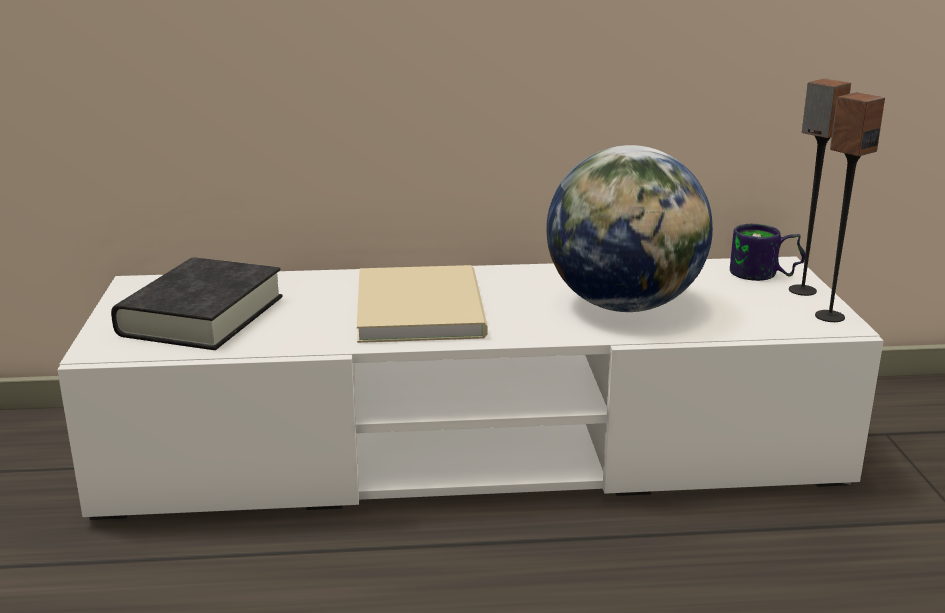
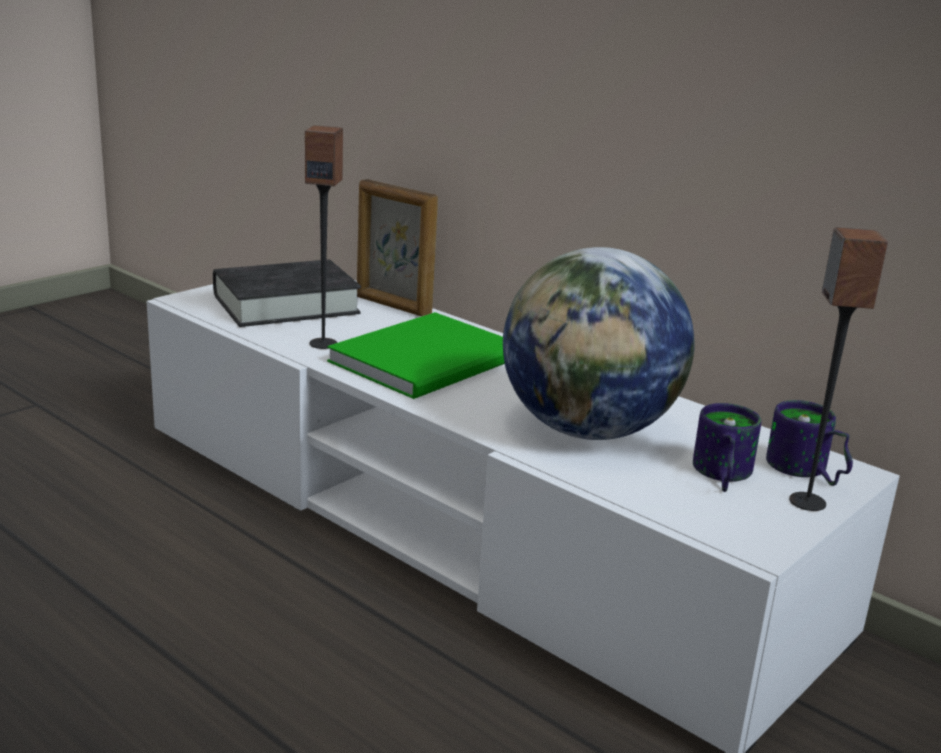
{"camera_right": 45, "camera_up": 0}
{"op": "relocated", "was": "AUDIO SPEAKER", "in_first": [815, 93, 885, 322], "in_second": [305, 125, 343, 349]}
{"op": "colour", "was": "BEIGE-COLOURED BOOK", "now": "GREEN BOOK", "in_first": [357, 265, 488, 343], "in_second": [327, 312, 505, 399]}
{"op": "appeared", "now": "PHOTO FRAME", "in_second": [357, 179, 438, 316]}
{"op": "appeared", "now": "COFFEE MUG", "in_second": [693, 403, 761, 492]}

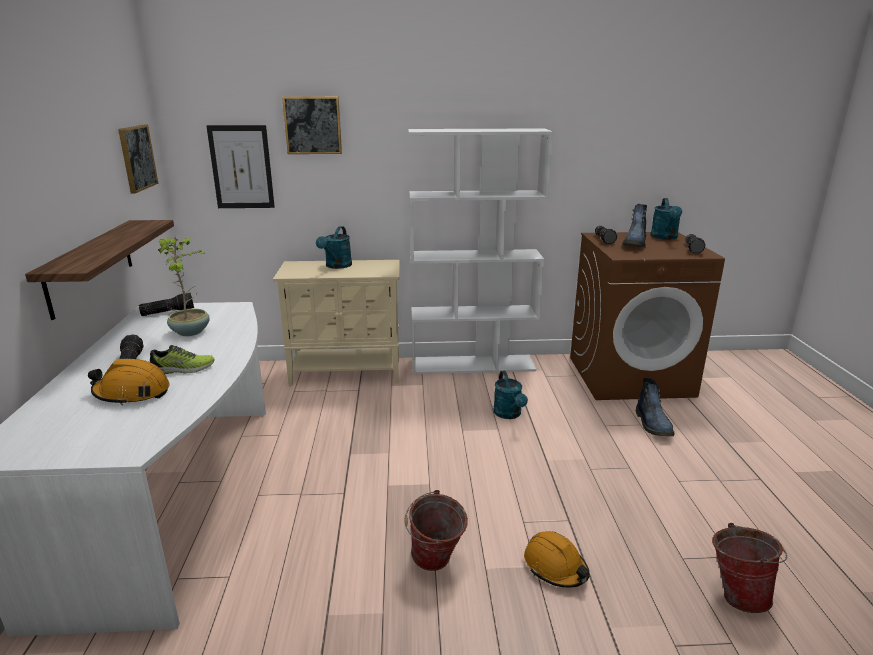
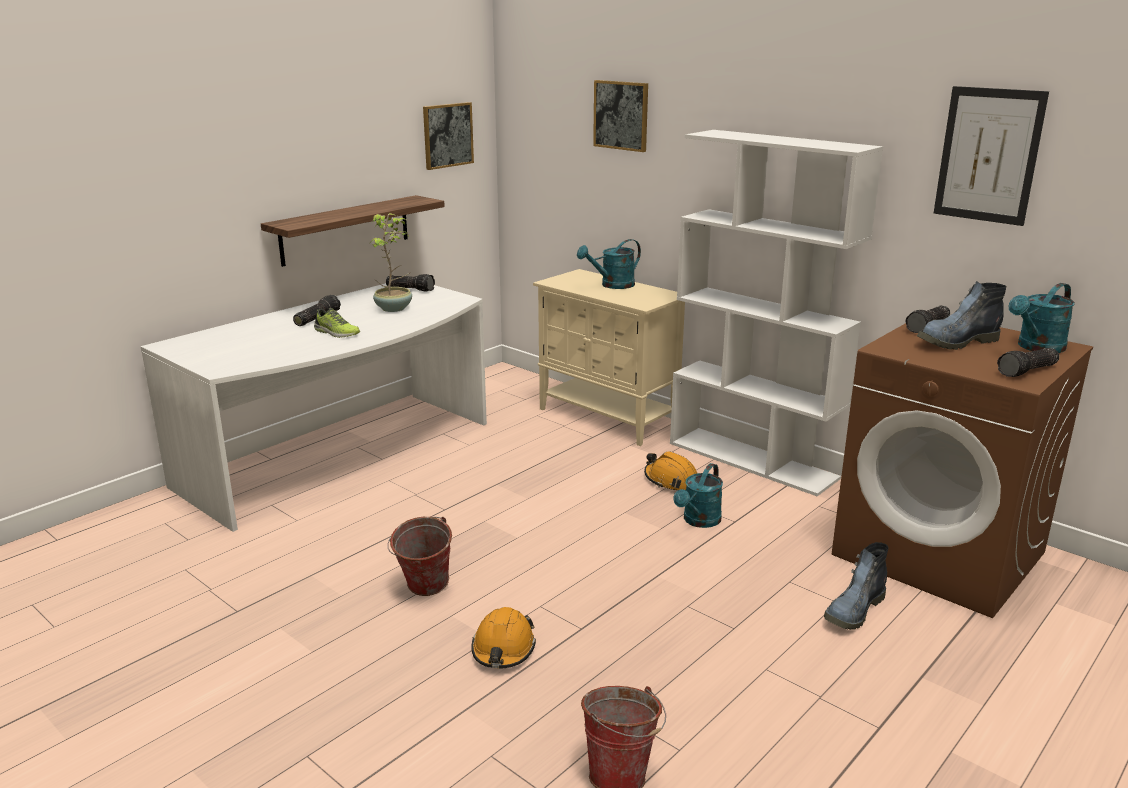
{"camera_right": 45, "camera_up": 0}
{"op": "relocated", "was": "PICTURE", "in_first": [207, 125, 275, 208], "in_second": [934, 86, 1049, 226]}
{"op": "relocated", "was": "ORANGE SAFETY HELMET", "in_first": [88, 359, 170, 405], "in_second": [644, 451, 698, 490]}

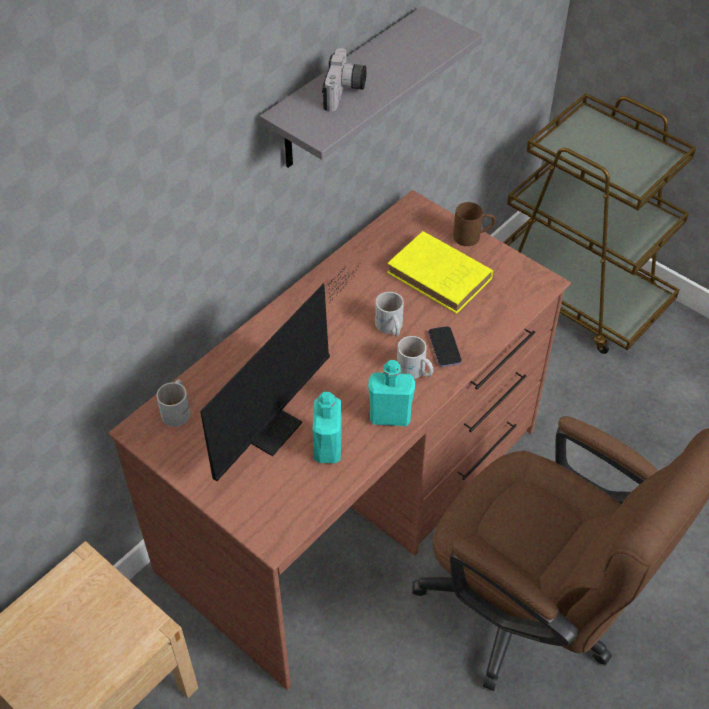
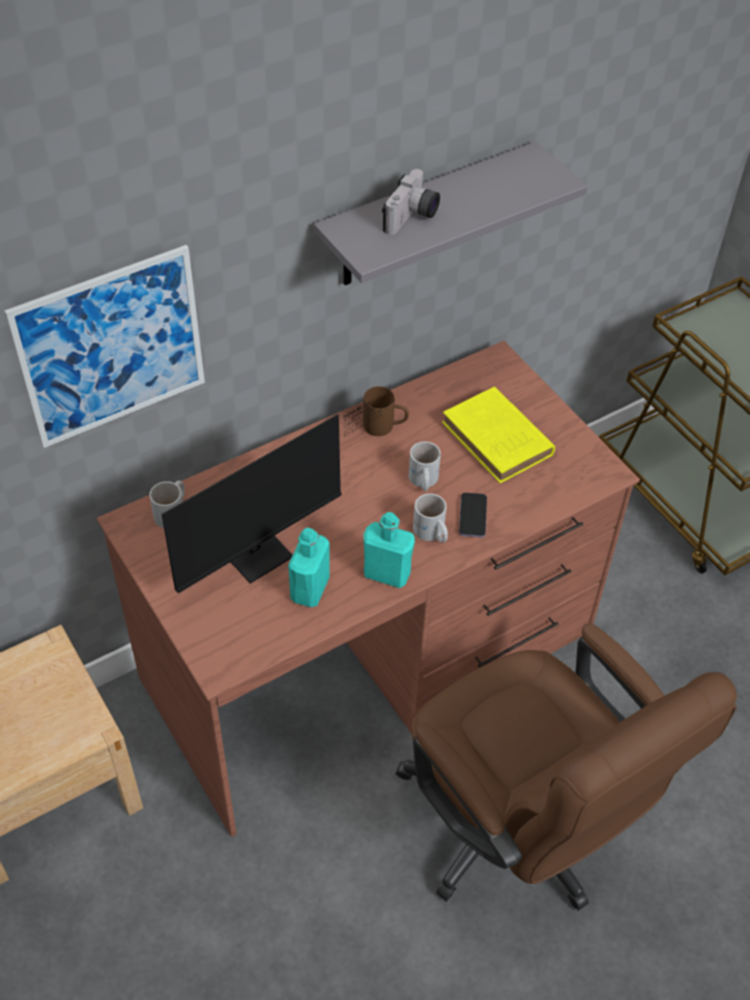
{"camera_right": 15, "camera_up": 0}
{"op": "relocated", "was": "BROWN-COLOURED COFFEE MUG", "in_first": [453, 202, 496, 246], "in_second": [363, 386, 409, 436]}
{"op": "appeared", "now": "PICTURE", "in_second": [4, 245, 205, 448]}

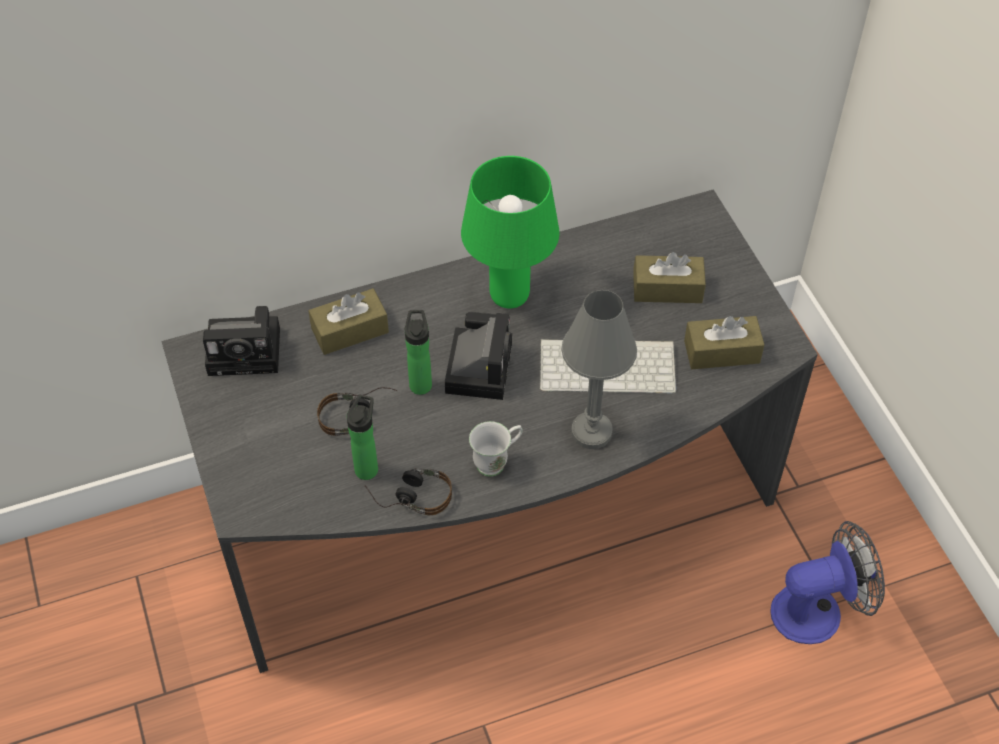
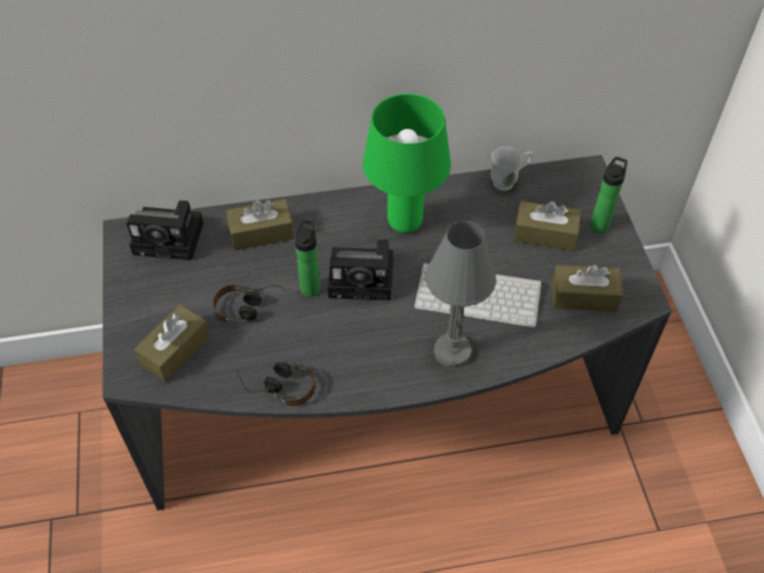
{"camera_right": 10, "camera_up": 0}
{"op": "spun", "was": "PHOTO CAMERA", "in_first": [445, 312, 512, 400], "in_second": [328, 239, 393, 301], "clockwise": 75}
{"op": "relocated", "was": "BOTTLE", "in_first": [347, 394, 378, 480], "in_second": [590, 156, 628, 233]}
{"op": "relocated", "was": "WHITISH COFFEE MUG", "in_first": [469, 421, 523, 477], "in_second": [491, 146, 533, 192]}
{"op": "missing", "was": "ELECTRIC FAN", "in_first": [770, 521, 885, 644]}
{"op": "appeared", "now": "BROWN-COLOURED TISSUE BOX", "in_second": [134, 304, 210, 382]}

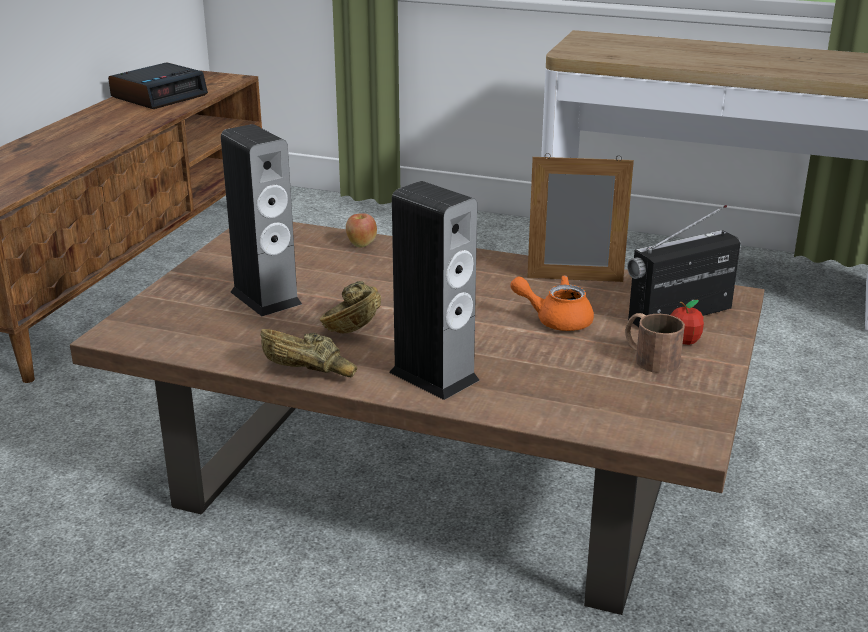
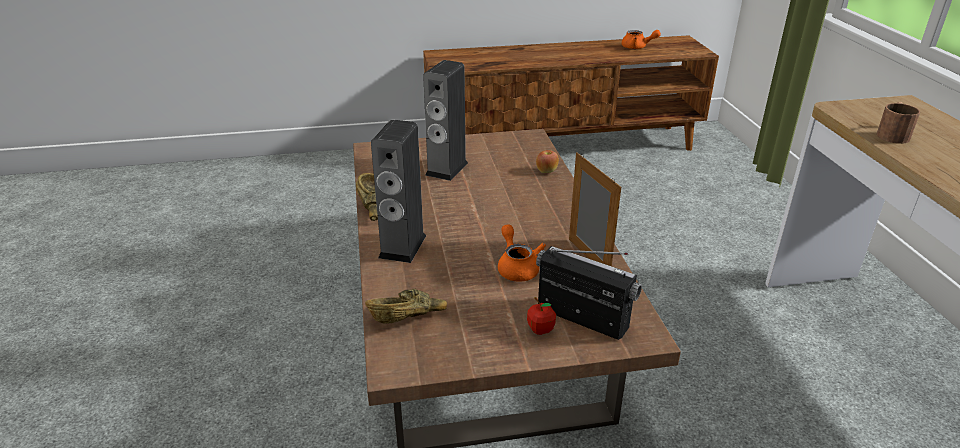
{"camera_right": 60, "camera_up": 5}
{"op": "exchanged", "was": "ALARM CLOCK", "now": "ORANGE TEA POT", "in_first": [108, 62, 208, 109], "in_second": [622, 30, 661, 49]}
{"op": "relocated", "was": "BROWN-COLOURED SERVING BOWL", "in_first": [319, 281, 381, 333], "in_second": [365, 289, 447, 324]}
{"op": "relocated", "was": "BROWN-COLOURED COFFEE MUG", "in_first": [625, 313, 685, 373], "in_second": [877, 102, 920, 144]}

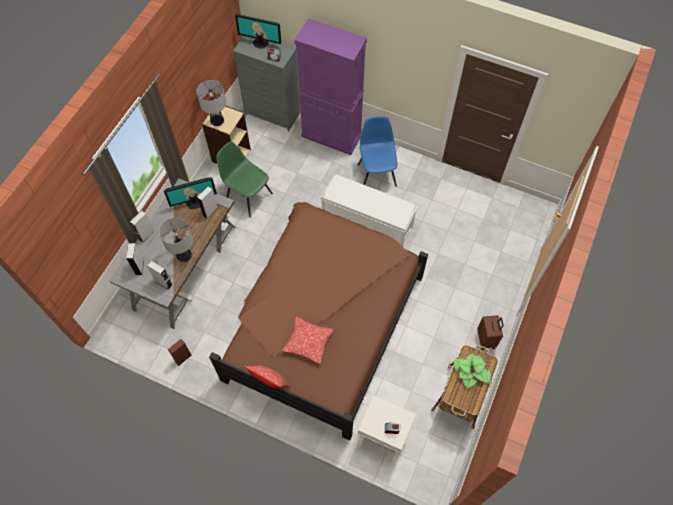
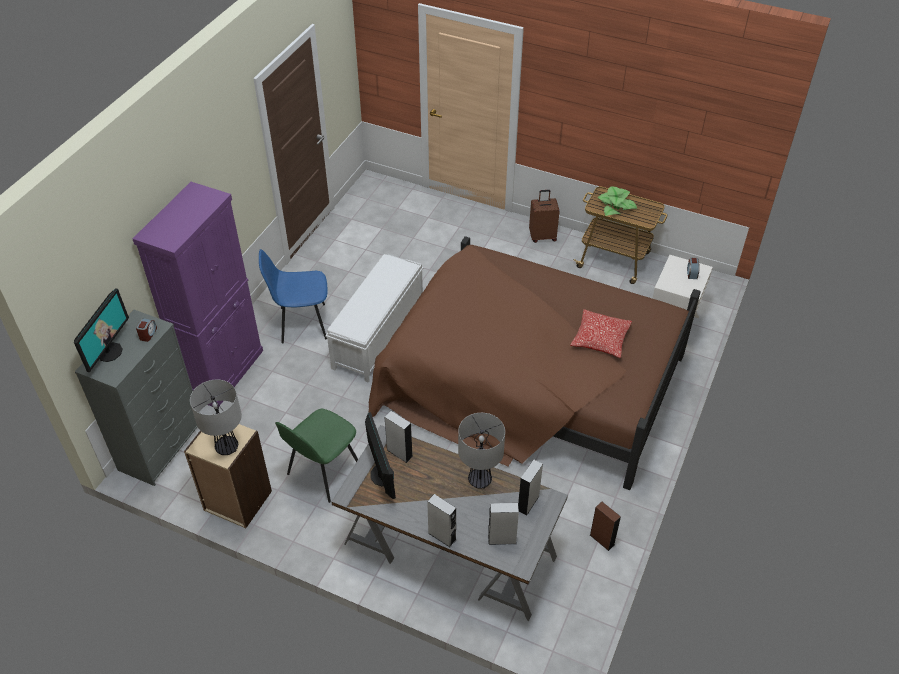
{"camera_right": -90, "camera_up": -15}
{"op": "missing", "was": "PILLOW", "in_first": [244, 366, 291, 388]}

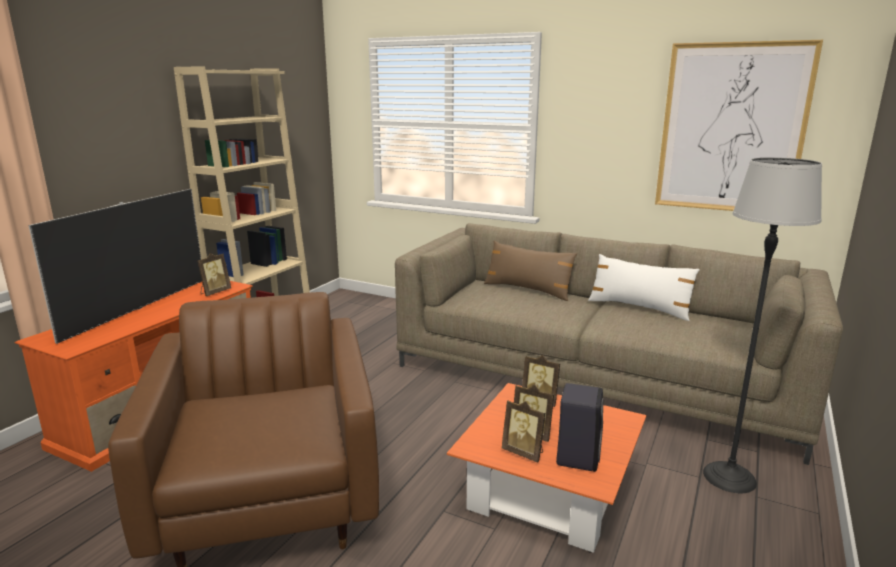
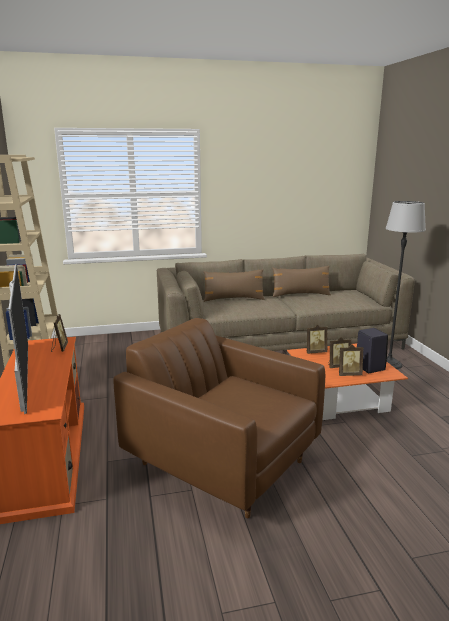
{"camera_right": -40, "camera_up": 0}
{"op": "missing", "was": "PICTURE", "in_first": [655, 40, 823, 211]}
{"op": "colour", "was": "WHITISH PILLOW", "now": "BROWN-COLOURED PILLOW", "in_first": [588, 254, 700, 321], "in_second": [272, 266, 331, 297]}

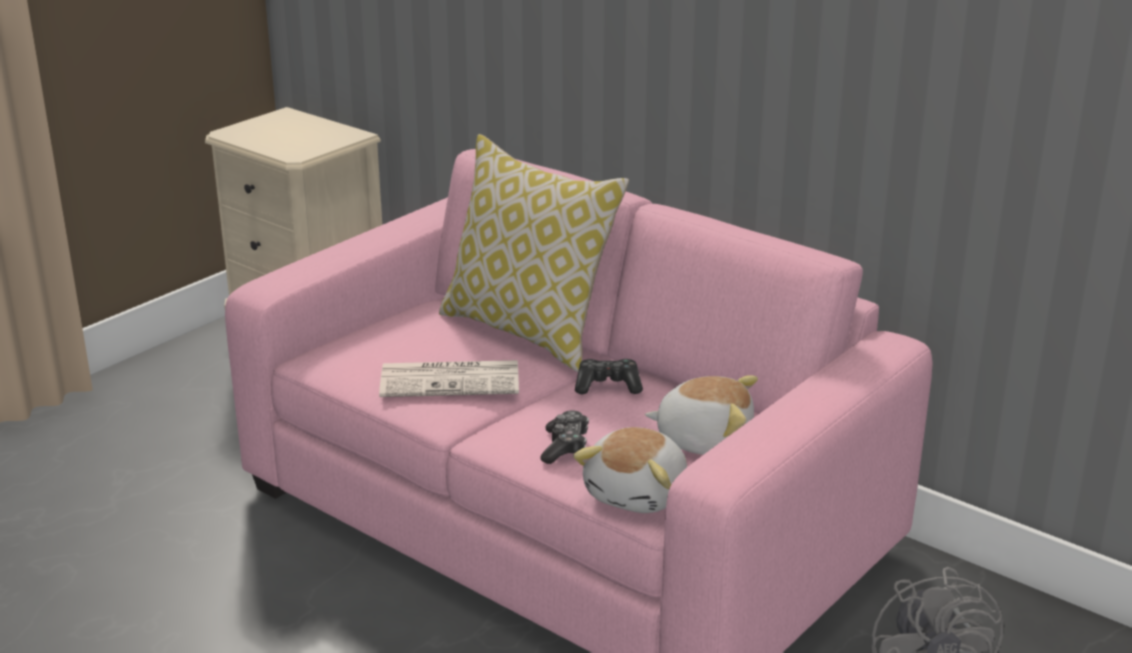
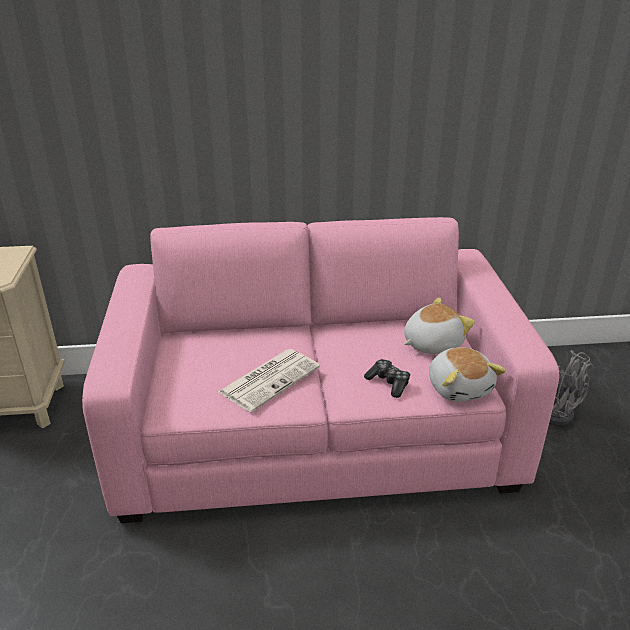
{"camera_right": -45, "camera_up": 5}
{"op": "missing", "was": "PILLOW", "in_first": [439, 134, 629, 372]}
{"op": "missing", "was": "JOYPAD", "in_first": [575, 359, 643, 394]}

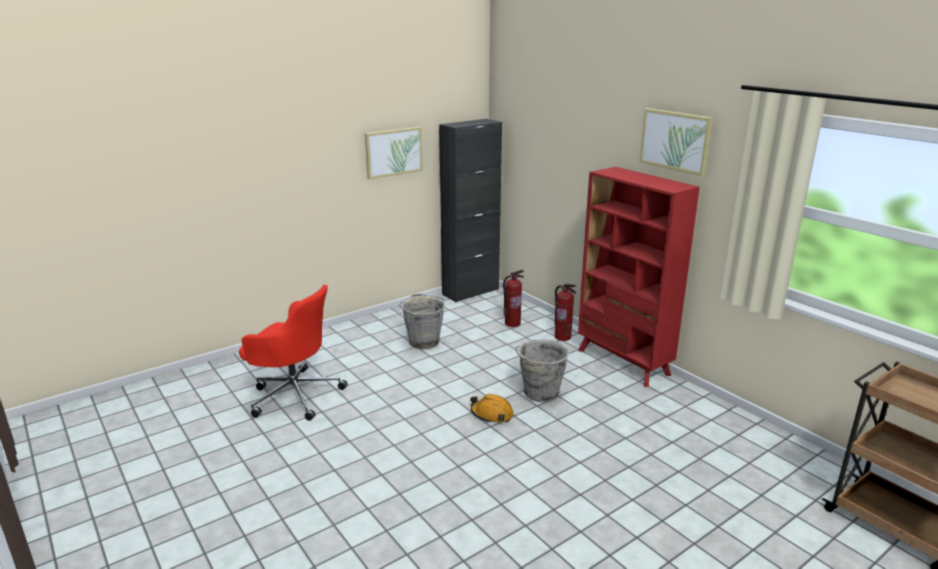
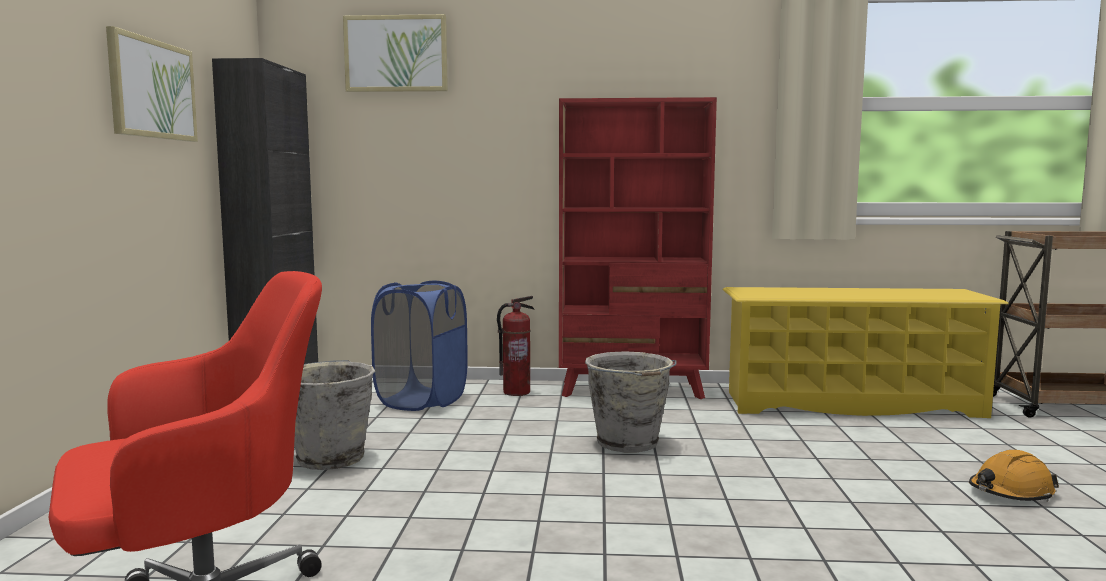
{"camera_right": -50, "camera_up": -15}
{"op": "relocated", "was": "PICTURE", "in_first": [639, 108, 713, 176], "in_second": [343, 14, 448, 92]}
{"op": "exchanged", "was": "FIRE-FIGHTING CYLINDER", "now": "BLUE LAUNDRY BASKET", "in_first": [503, 270, 524, 327], "in_second": [371, 281, 468, 411]}
{"op": "relocated", "was": "ORANGE SAFETY HELMET", "in_first": [470, 394, 513, 423], "in_second": [969, 450, 1059, 502]}
{"op": "appeared", "now": "YELLOW-COLOURED SHOE SHELF", "in_second": [723, 287, 1009, 418]}

